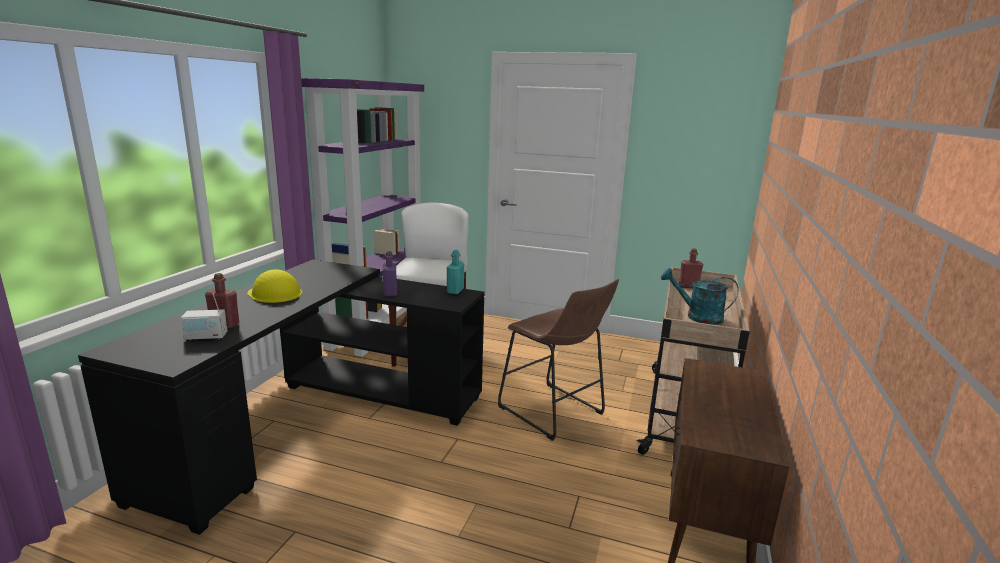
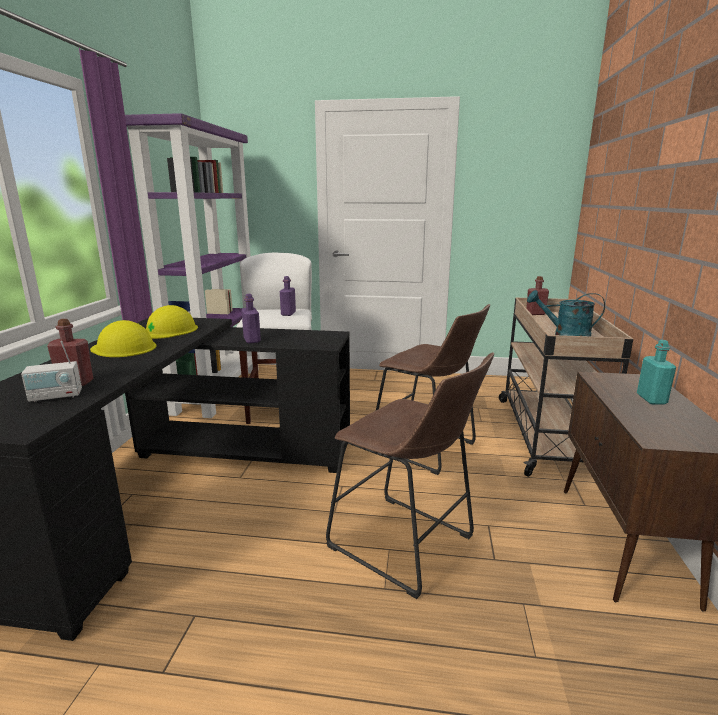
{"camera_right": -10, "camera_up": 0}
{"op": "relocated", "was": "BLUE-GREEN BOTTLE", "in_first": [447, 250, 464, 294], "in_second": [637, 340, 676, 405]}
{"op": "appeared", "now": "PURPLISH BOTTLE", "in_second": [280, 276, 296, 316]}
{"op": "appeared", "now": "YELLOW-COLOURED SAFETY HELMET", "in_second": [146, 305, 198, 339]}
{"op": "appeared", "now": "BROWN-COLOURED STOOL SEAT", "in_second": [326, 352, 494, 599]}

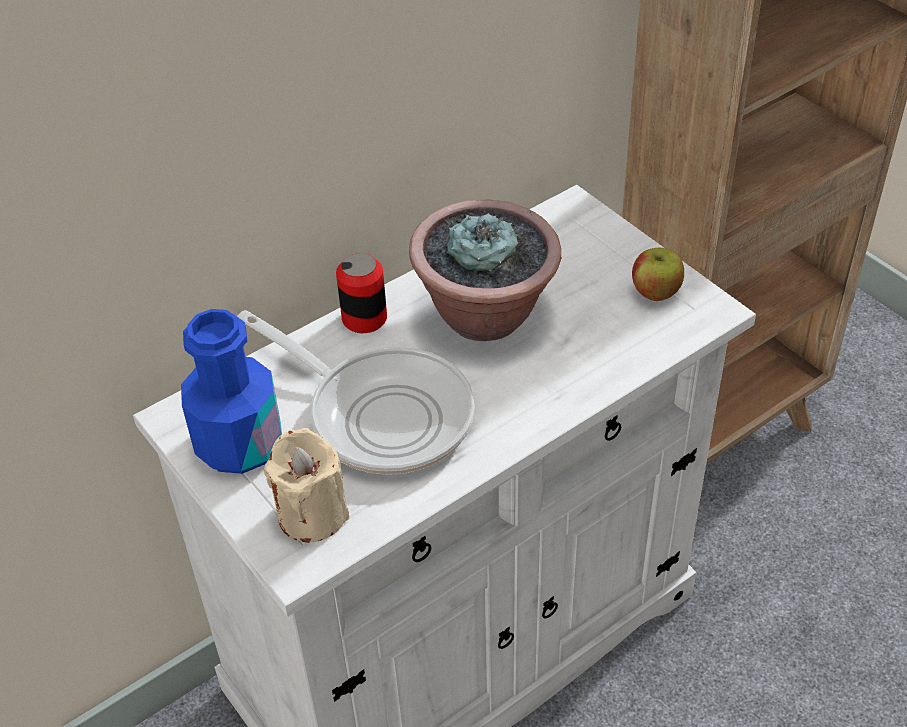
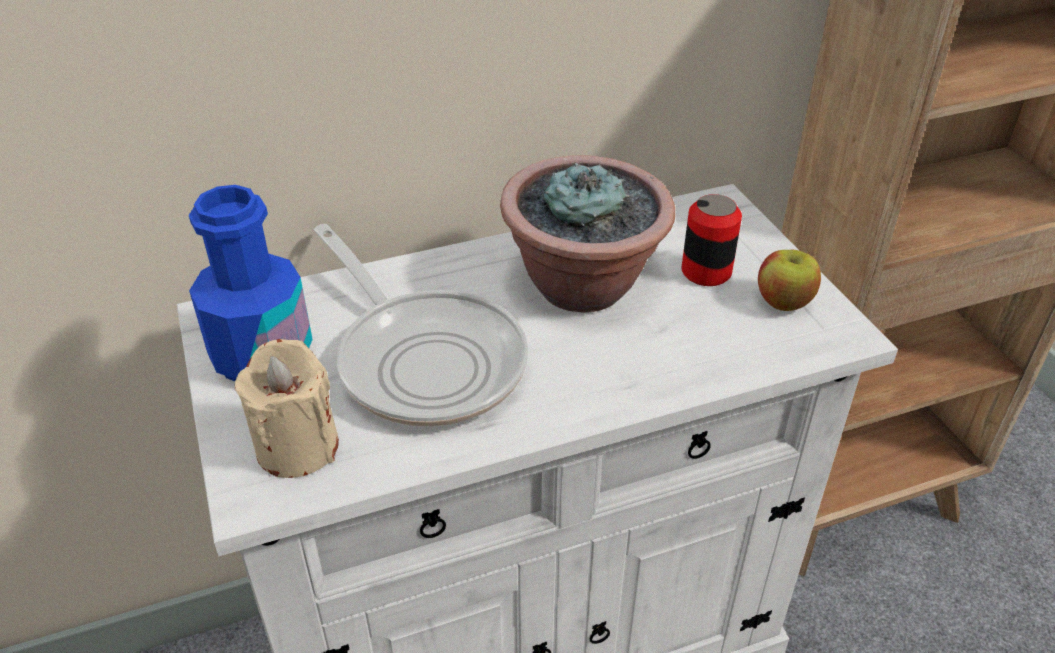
{"camera_right": 15, "camera_up": -5}
{"op": "relocated", "was": "SEALED CAN", "in_first": [336, 253, 387, 333], "in_second": [682, 194, 742, 286]}

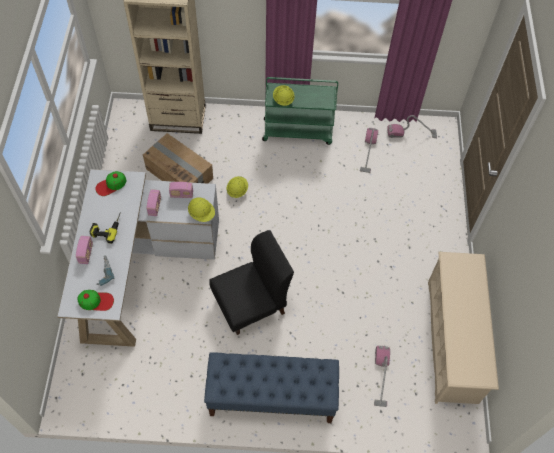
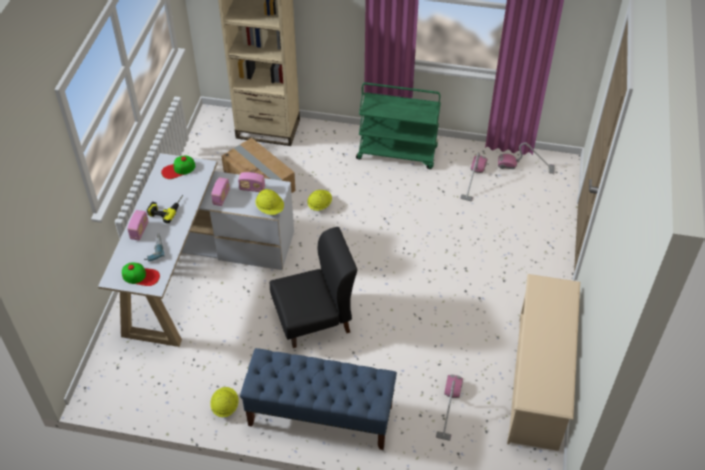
{"camera_right": 10, "camera_up": -10}
{"op": "relocated", "was": "YELLOW-COLOURED SAFETY HELMET", "in_first": [273, 85, 295, 106], "in_second": [210, 387, 238, 417]}

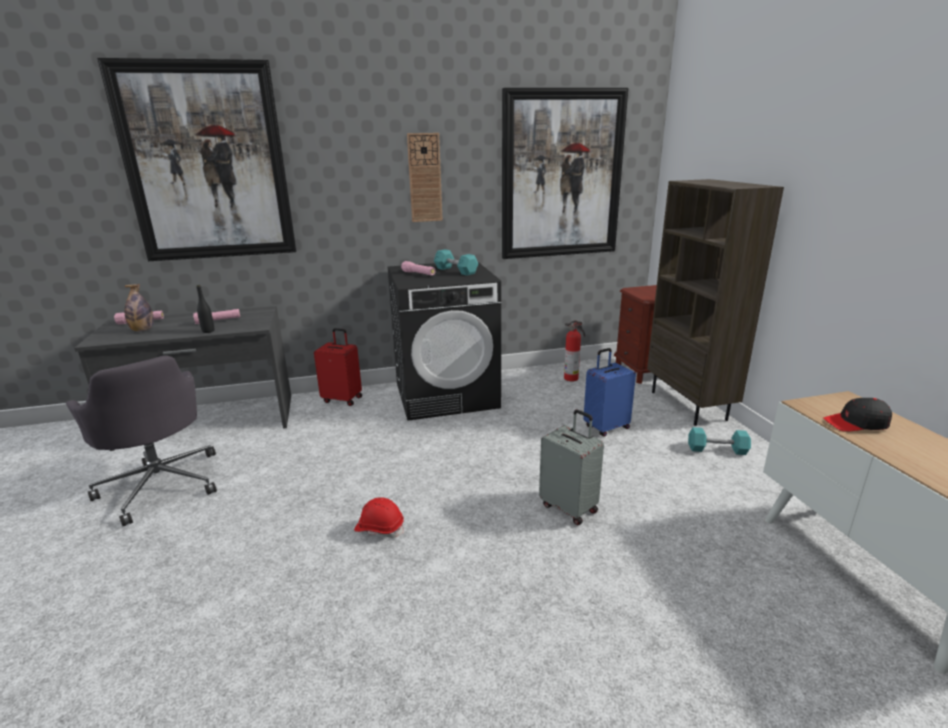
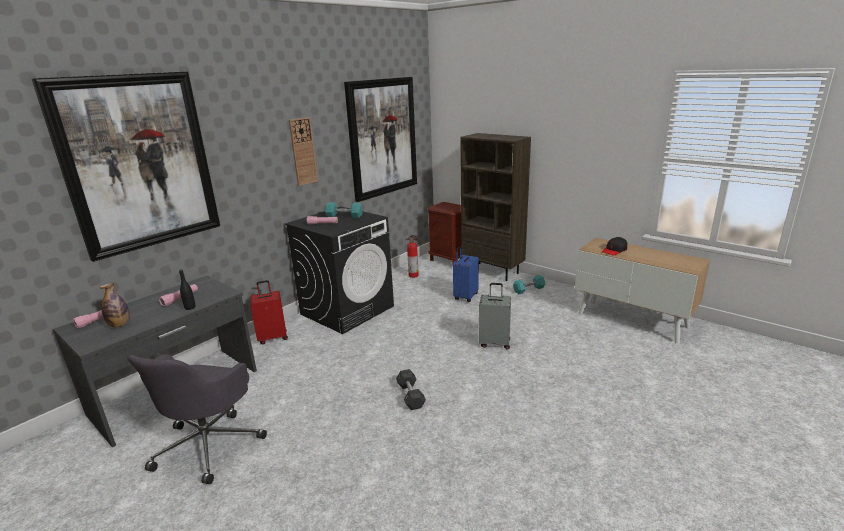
{"camera_right": -35, "camera_up": 0}
{"op": "spun", "was": "GRAY COMPUTER CHAIR", "in_first": [66, 356, 217, 526], "in_second": [127, 354, 267, 484], "clockwise": 90}
{"op": "exchanged", "was": "REDDISH SAFETY HELMET", "now": "GRAY HAND WEIGHT", "in_first": [354, 497, 404, 538], "in_second": [396, 369, 426, 410]}

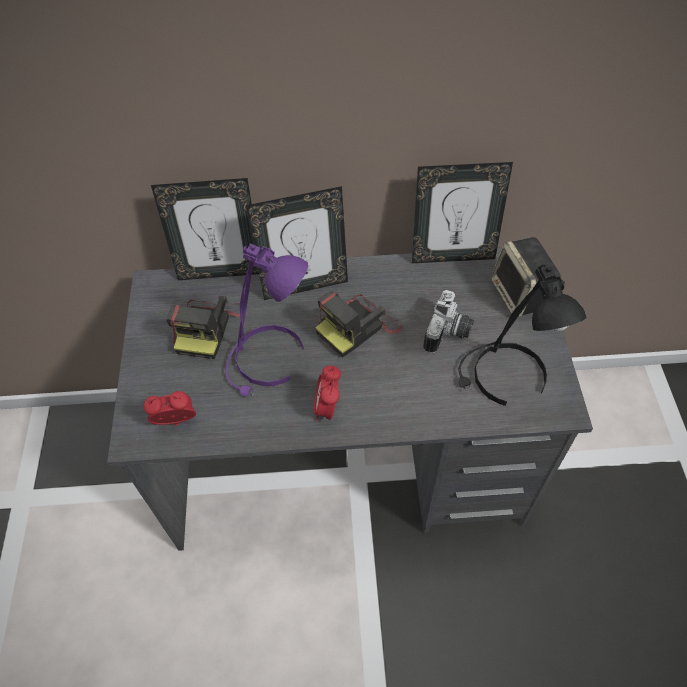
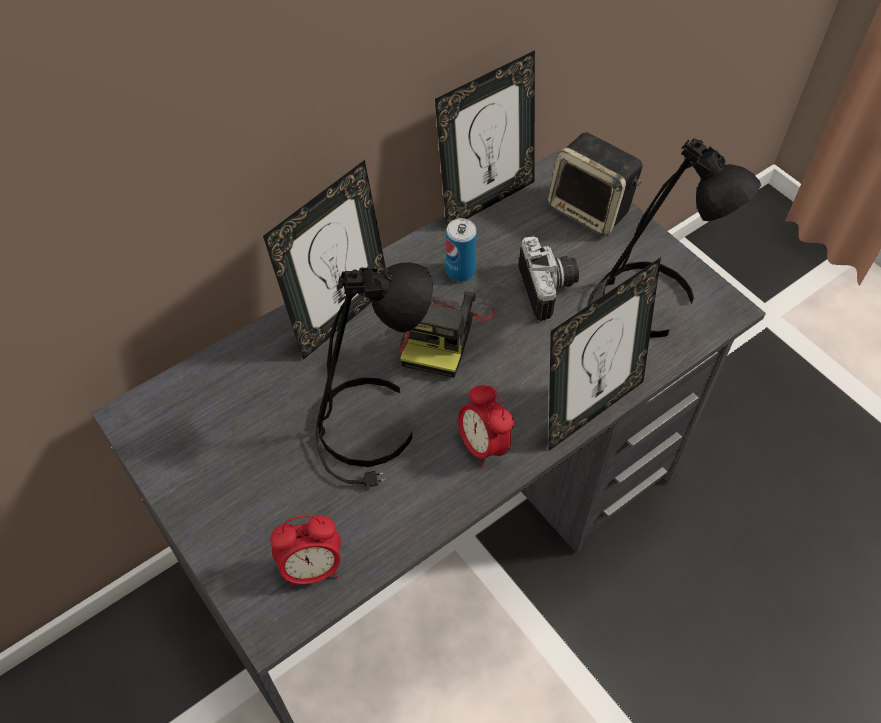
{"camera_right": -35, "camera_up": 0}
{"op": "relocated", "was": "PHOTO FRAME", "in_first": [151, 178, 259, 280], "in_second": [548, 257, 661, 451]}
{"op": "colour", "was": "PURPLISH TABLETOP LAMP", "now": "BLACK-COLOURED TABLETOP LAMP", "in_first": [225, 244, 308, 396], "in_second": [316, 262, 433, 487]}
{"op": "missing", "was": "PHOTO CAMERA", "in_first": [166, 296, 240, 359]}
{"op": "spun", "was": "ALARM CLOCK", "in_first": [144, 391, 196, 426], "in_second": [270, 515, 341, 589], "clockwise": -150}
{"op": "appeared", "now": "SEALED CAN", "in_second": [446, 218, 477, 282]}

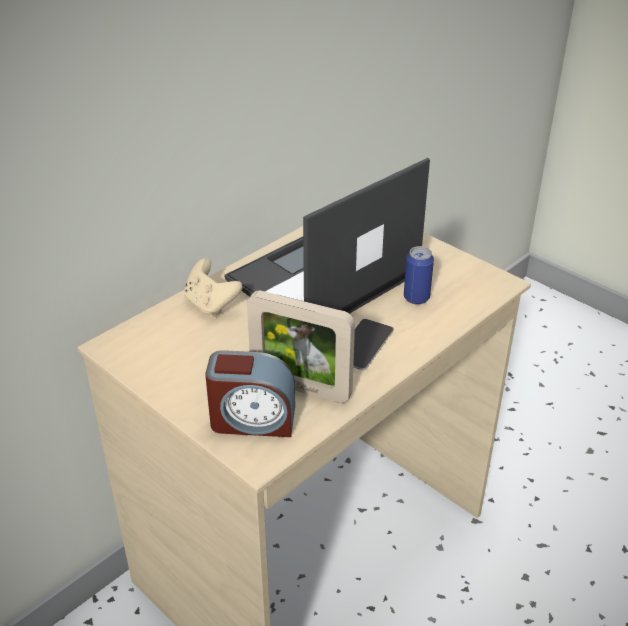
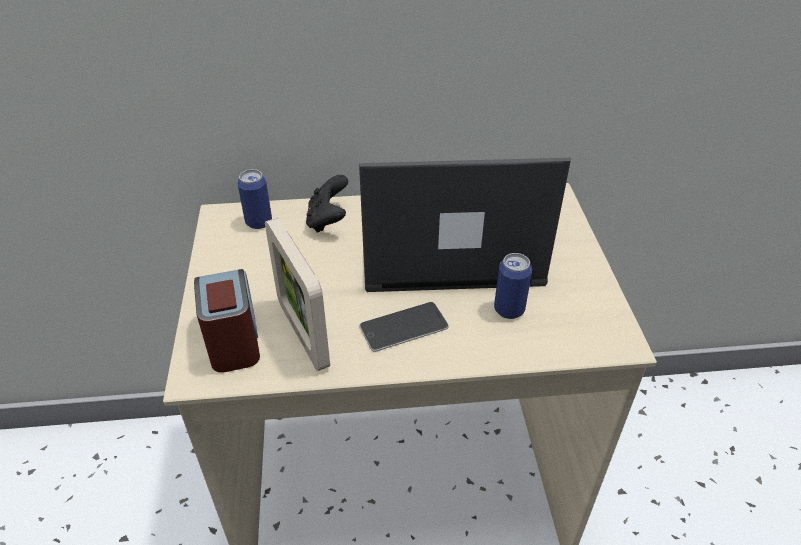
{"camera_right": 40, "camera_up": 5}
{"op": "colour", "was": "BEIGE-COLOURED JOYPAD", "now": "BLACK-COLOURED JOYPAD", "in_first": [184, 258, 243, 317], "in_second": [306, 175, 348, 233]}
{"op": "spun", "was": "ALARM CLOCK", "in_first": [205, 350, 295, 437], "in_second": [194, 269, 260, 373], "clockwise": -150}
{"op": "appeared", "now": "SEALED CAN", "in_second": [237, 169, 272, 229]}

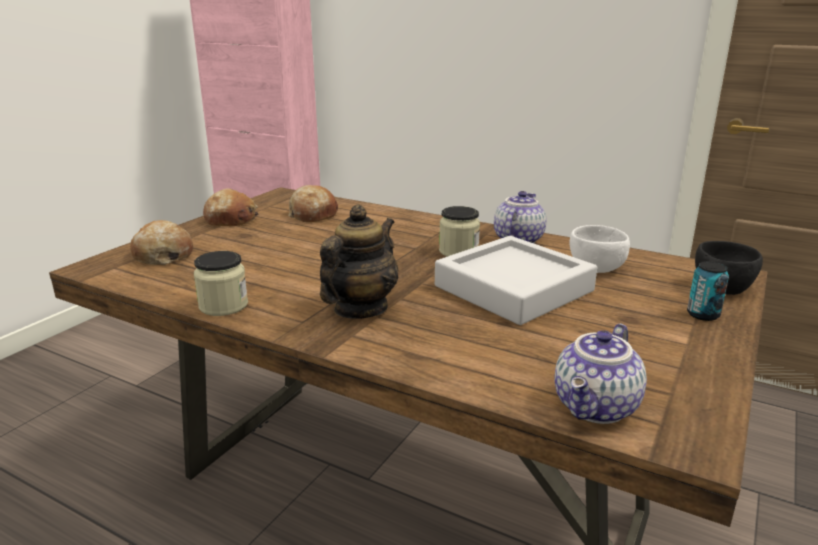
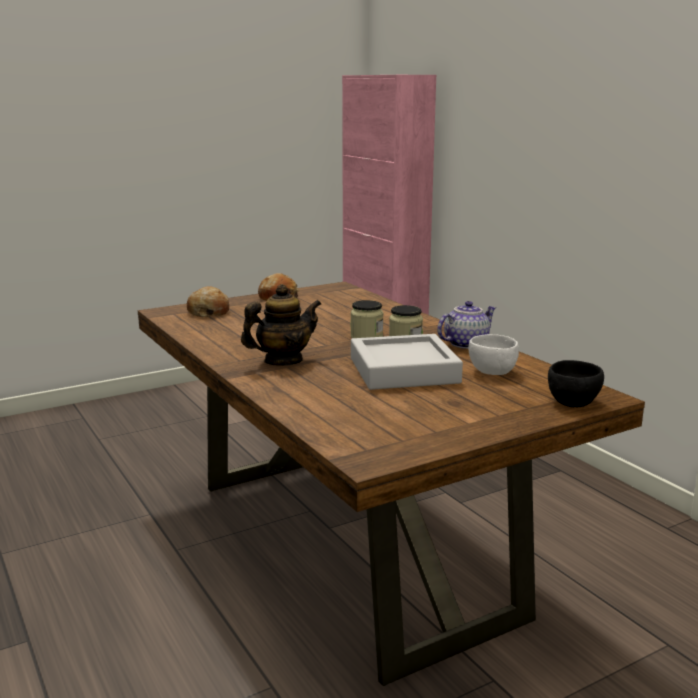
{"camera_right": 30, "camera_up": -5}
{"op": "missing", "was": "BAKED BREAD", "in_first": [288, 185, 338, 222]}
{"op": "relocated", "was": "JAR", "in_first": [194, 251, 248, 316], "in_second": [351, 300, 383, 338]}
{"op": "missing", "was": "SEALED CAN", "in_first": [687, 261, 729, 321]}
{"op": "missing", "was": "TEA POT", "in_first": [554, 323, 647, 424]}

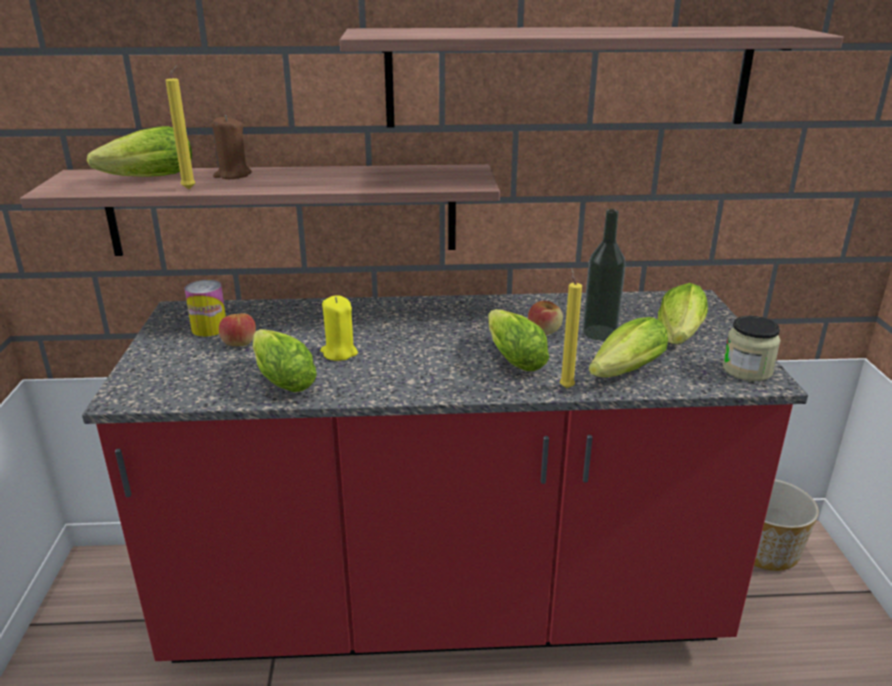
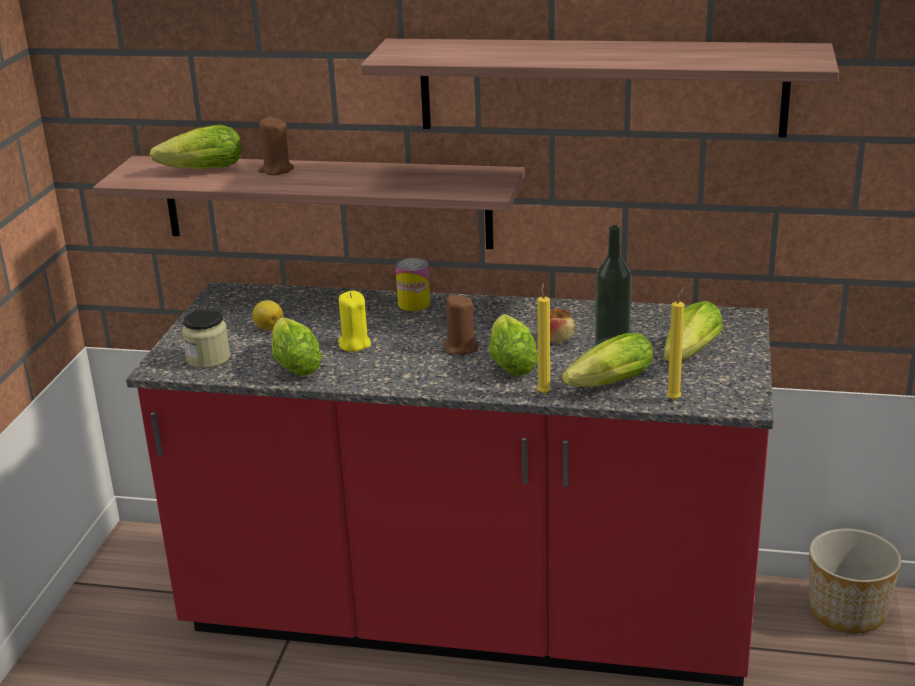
{"camera_right": 15, "camera_up": 0}
{"op": "relocated", "was": "YELLOW-COLOURED WAX LIGHT", "in_first": [165, 65, 196, 189], "in_second": [666, 288, 684, 400]}
{"op": "relocated", "was": "SEALED CAN", "in_first": [185, 280, 226, 337], "in_second": [395, 258, 430, 311]}
{"op": "exchanged", "was": "WHOLE APPLE", "now": "CITRUS FRUIT", "in_first": [219, 313, 256, 346], "in_second": [252, 300, 283, 331]}
{"op": "relocated", "was": "JAR", "in_first": [723, 316, 781, 381], "in_second": [182, 309, 230, 368]}
{"op": "appeared", "now": "BROWN-COLOURED WAX LIGHT", "in_second": [443, 295, 479, 355]}

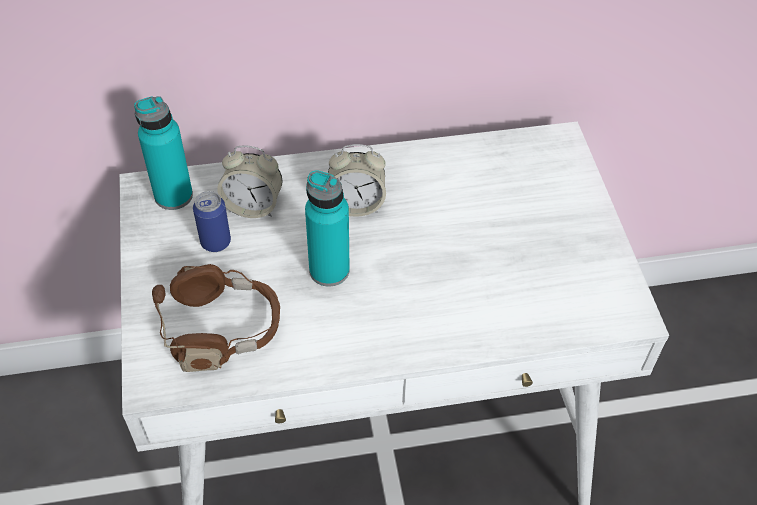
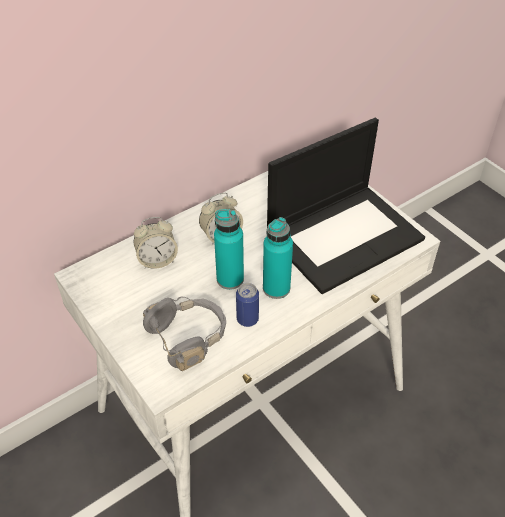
{"camera_right": -25, "camera_up": -5}
{"op": "relocated", "was": "BLUE-GREEN BOTTLE", "in_first": [134, 96, 193, 210], "in_second": [263, 217, 293, 299]}
{"op": "relocated", "was": "SEALED CAN", "in_first": [193, 191, 231, 252], "in_second": [236, 283, 259, 327]}
{"op": "colour", "was": "BROWN-COLOURED HEADSET", "now": "GRAY HEADSET", "in_first": [152, 264, 280, 372], "in_second": [143, 297, 226, 371]}
{"op": "appeared", "now": "LAPTOP", "in_second": [267, 118, 425, 294]}

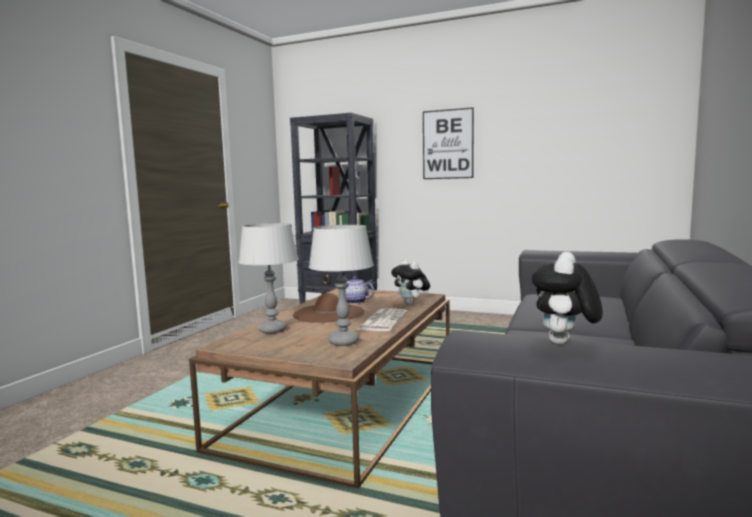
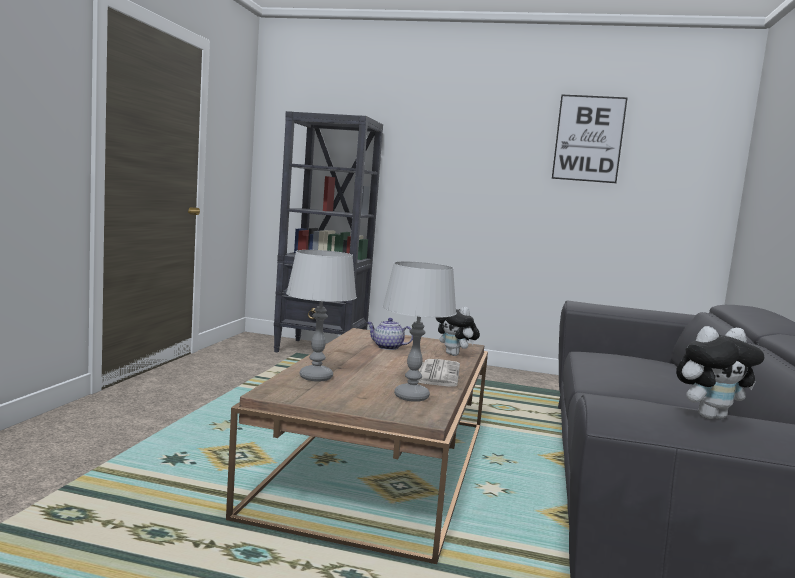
{"camera_right": -10, "camera_up": 0}
{"op": "relocated", "was": "PICTURE", "in_first": [423, 107, 474, 179], "in_second": [552, 94, 628, 183]}
{"op": "spun", "was": "SOFT TOY", "in_first": [532, 252, 603, 345], "in_second": [676, 326, 764, 419], "clockwise": -120}
{"op": "missing", "was": "BROWN-COLOURED WEARABLE HAT", "in_first": [293, 293, 365, 323]}

